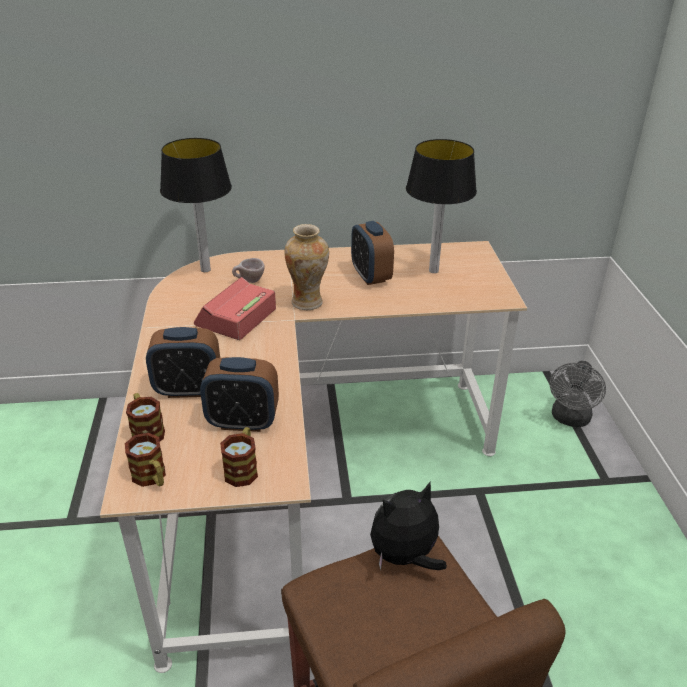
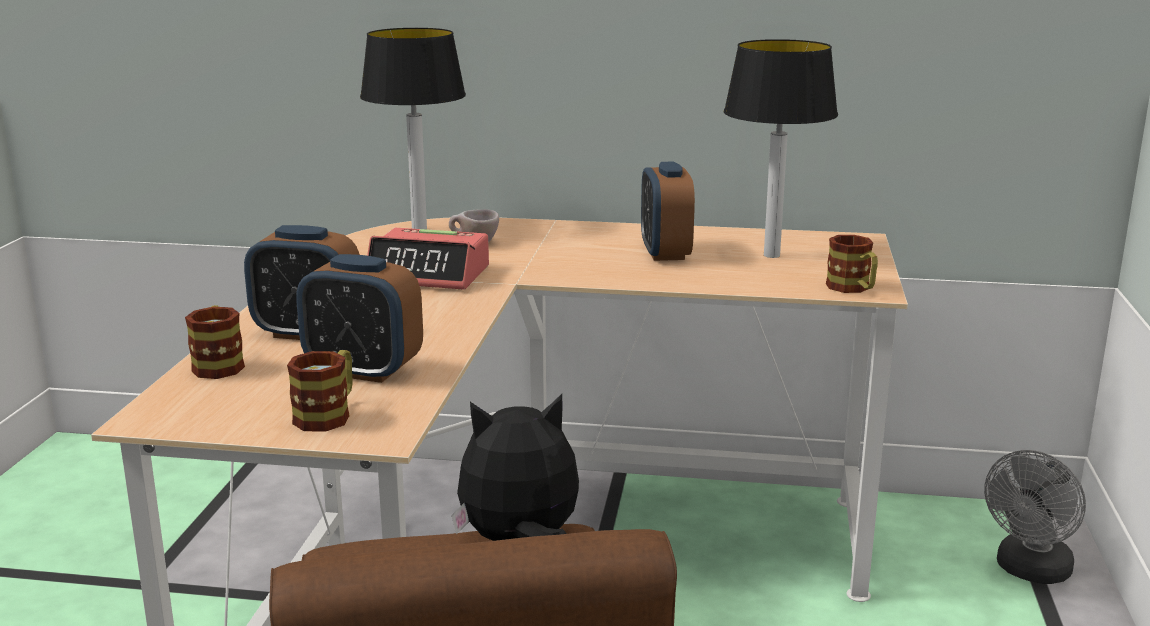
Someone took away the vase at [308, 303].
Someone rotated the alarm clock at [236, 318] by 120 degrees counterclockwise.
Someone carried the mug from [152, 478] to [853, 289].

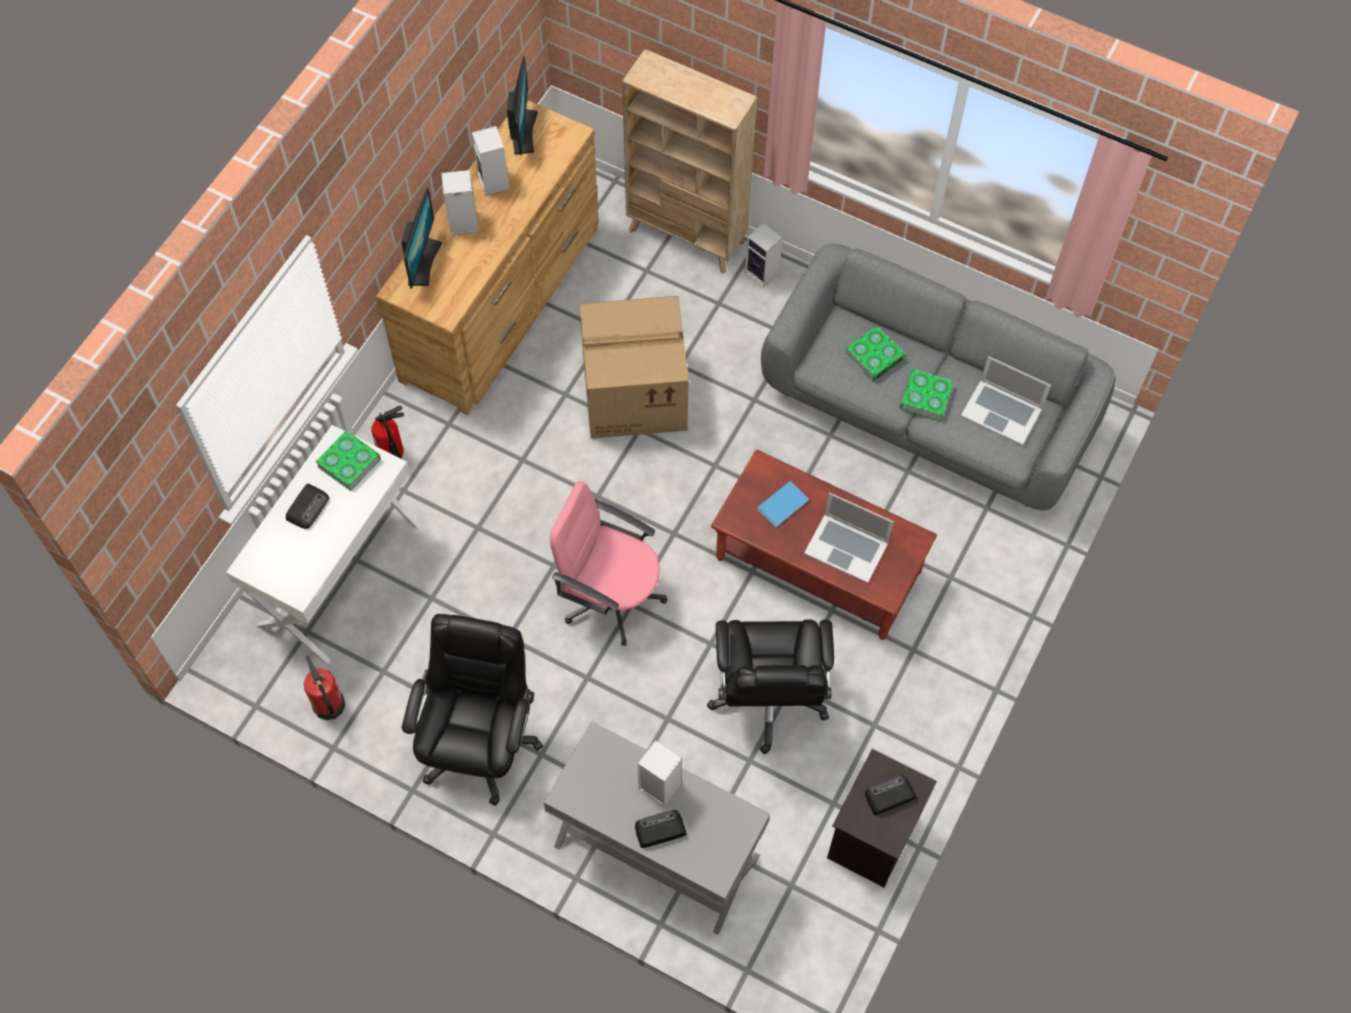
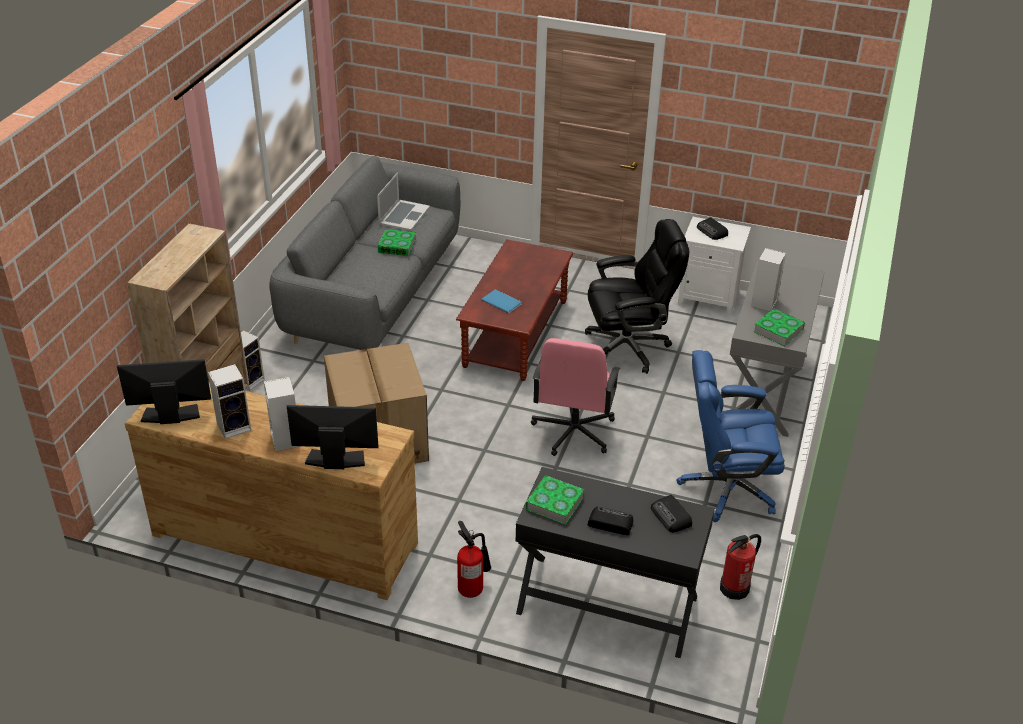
Someone carried the book from [874, 356] to [778, 330].
Someone repainted the white desk at [338, 574], which became the black desk at [606, 606].
Someone took away the laptop at [846, 547].
Someone repainted the black office chair at [479, 743], which became the blue office chair at [726, 488].
Someone repainted the black nightstand at [873, 840], which became the white nightstand at [709, 297].
Someone carried the radio from [659, 830] to [671, 517].

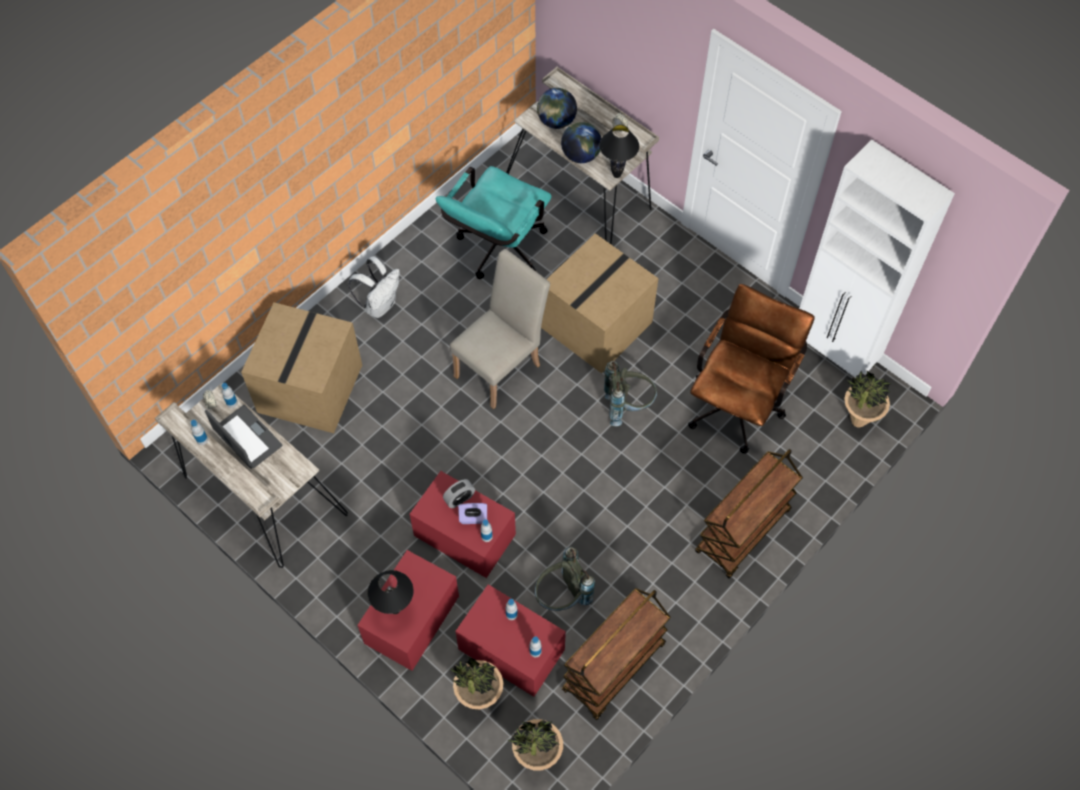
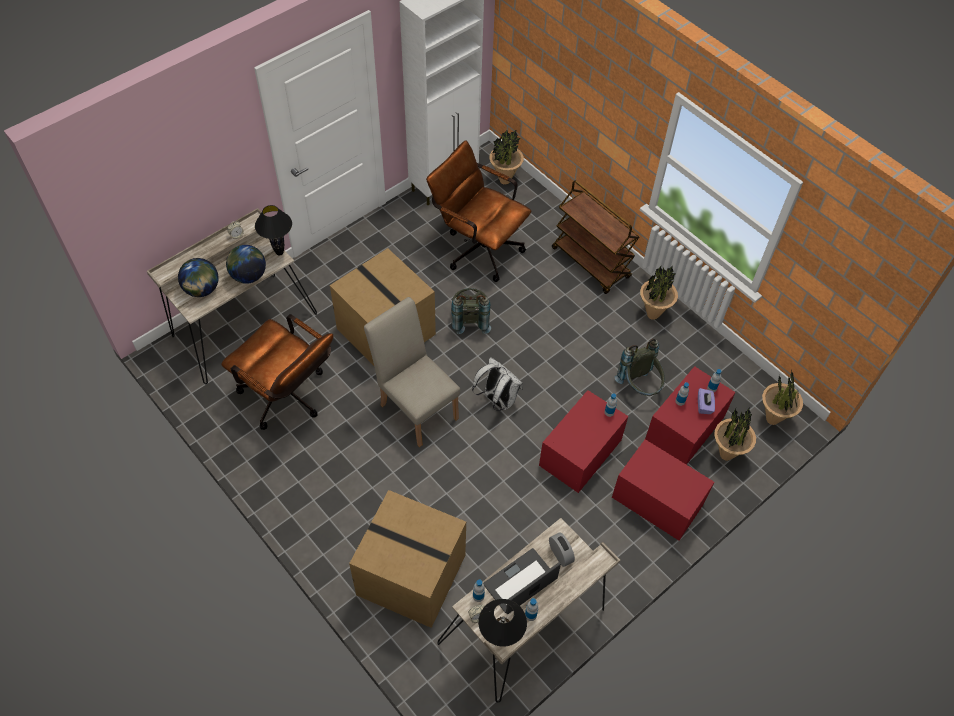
Someone repainted the turquoise office chair at [497, 252], which became the brown office chair at [288, 398].
Someone carried the white backpack from [380, 305] to [497, 399].
Someone carried the alarm clock from [459, 498] to [560, 554].
Someone carried the purple tissue box from [473, 518] to [704, 405].
Someone carried the black table lamp from [395, 609] to [499, 640].
Someone took away the brown cart at [614, 668].
Someone put down the potted plant at [652, 315].

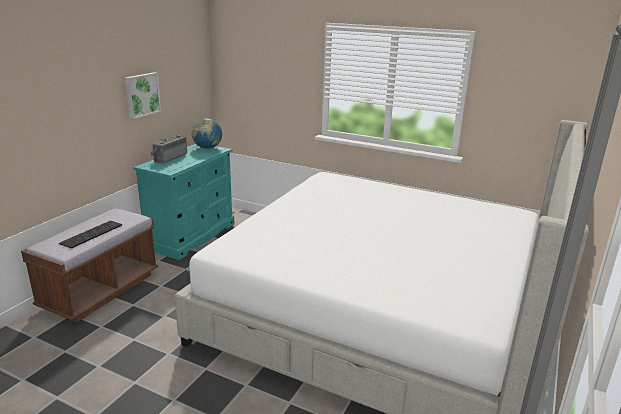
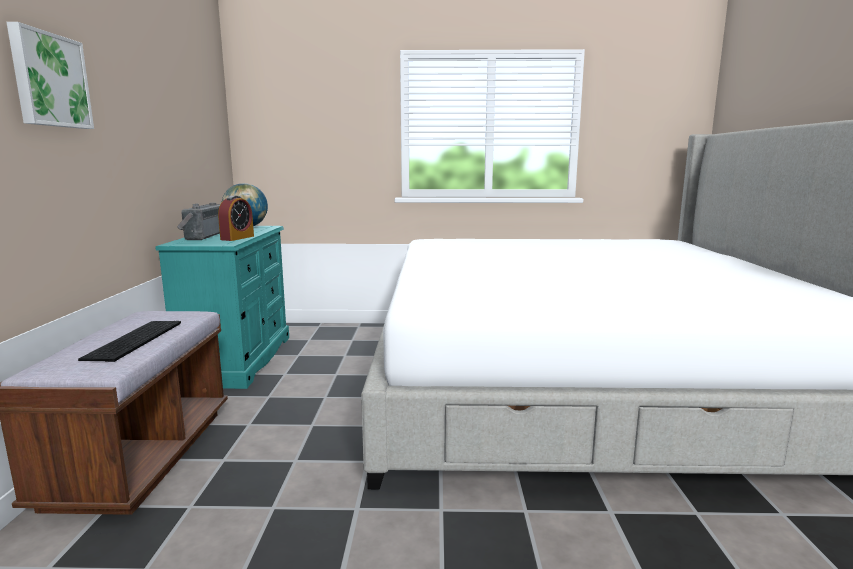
Someone carried the picture from [142, 94] to [49, 80].
Someone put down the alarm clock at [237, 238].

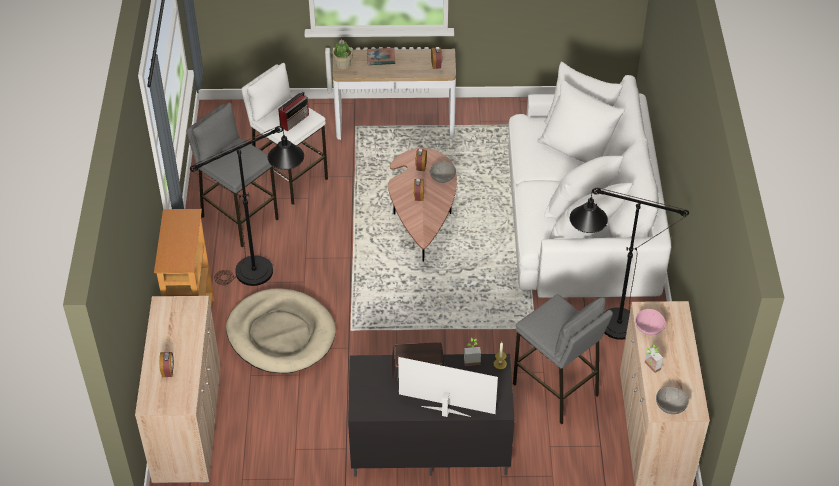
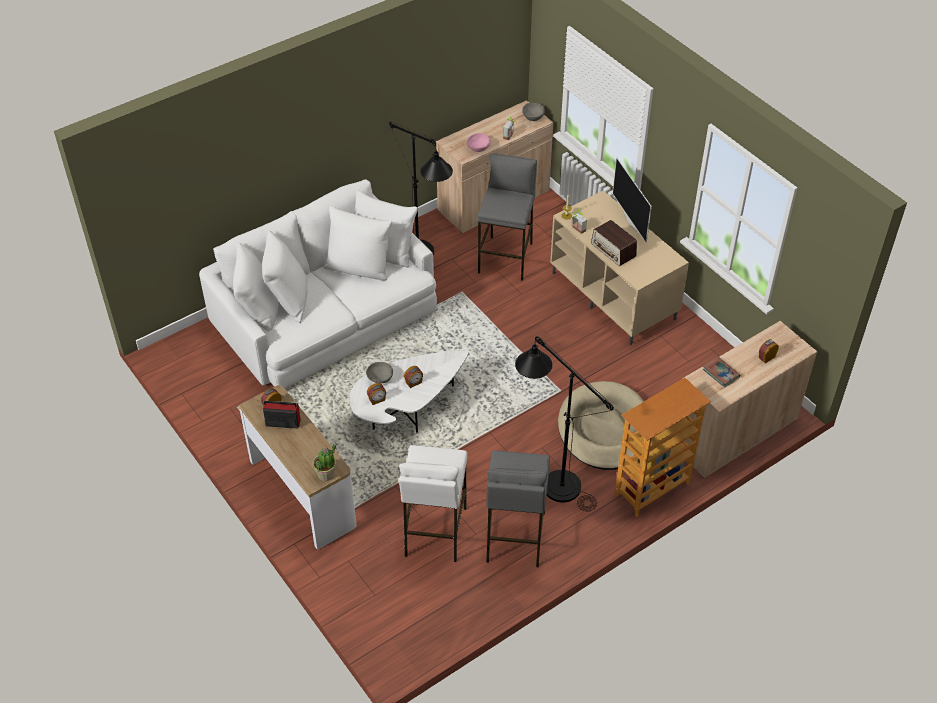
Someone carried the book from [381, 58] to [721, 373].
Someone carried the radio from [295, 120] to [282, 422].
Someone repainted the brown coffee table at [423, 219], which became the white coffee table at [406, 410].
Someone repainted the black tv stand at [428, 446], which became the beige tv stand at [614, 296].

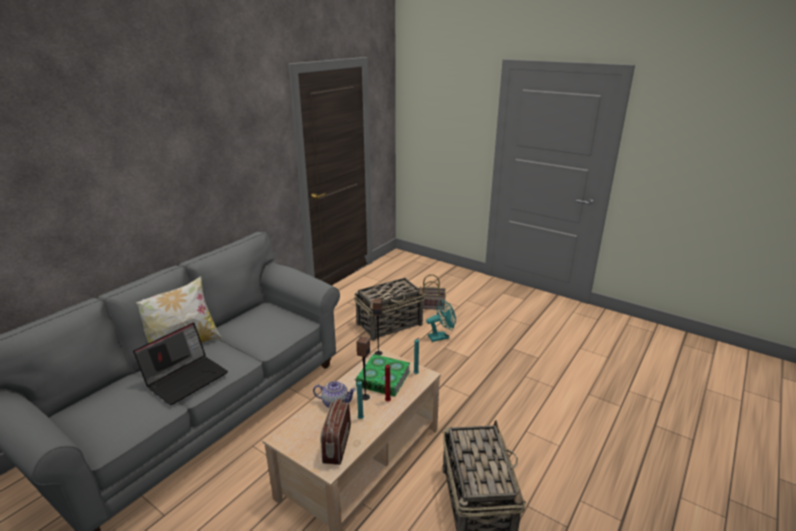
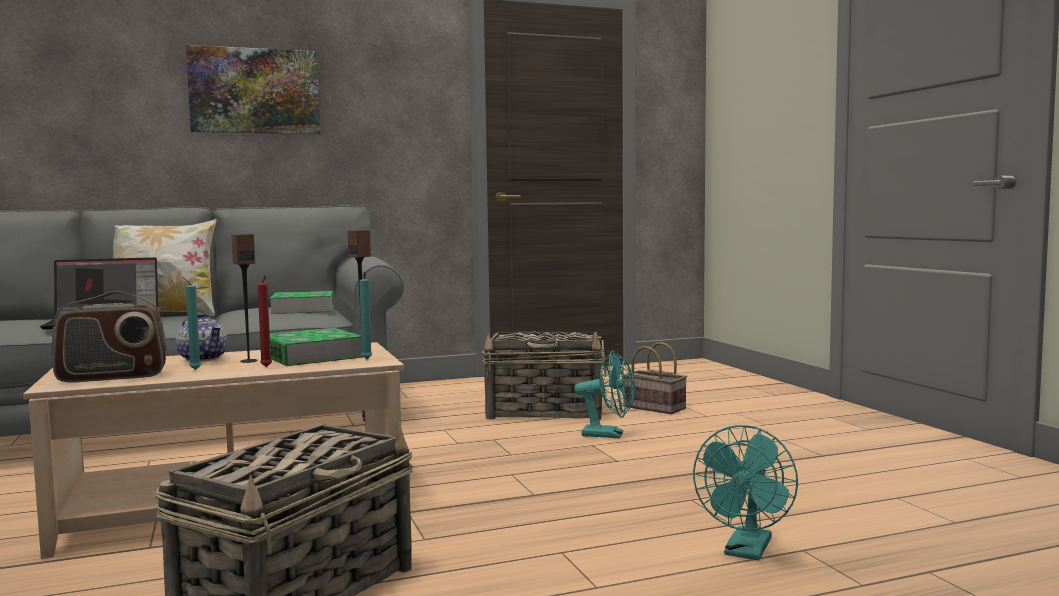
Someone rotated the radio at [336, 445] by 150 degrees counterclockwise.
Someone put up the picture at [254, 91].
Someone put down the book at [303, 309].
Someone put down the turquoise fan at [747, 552].

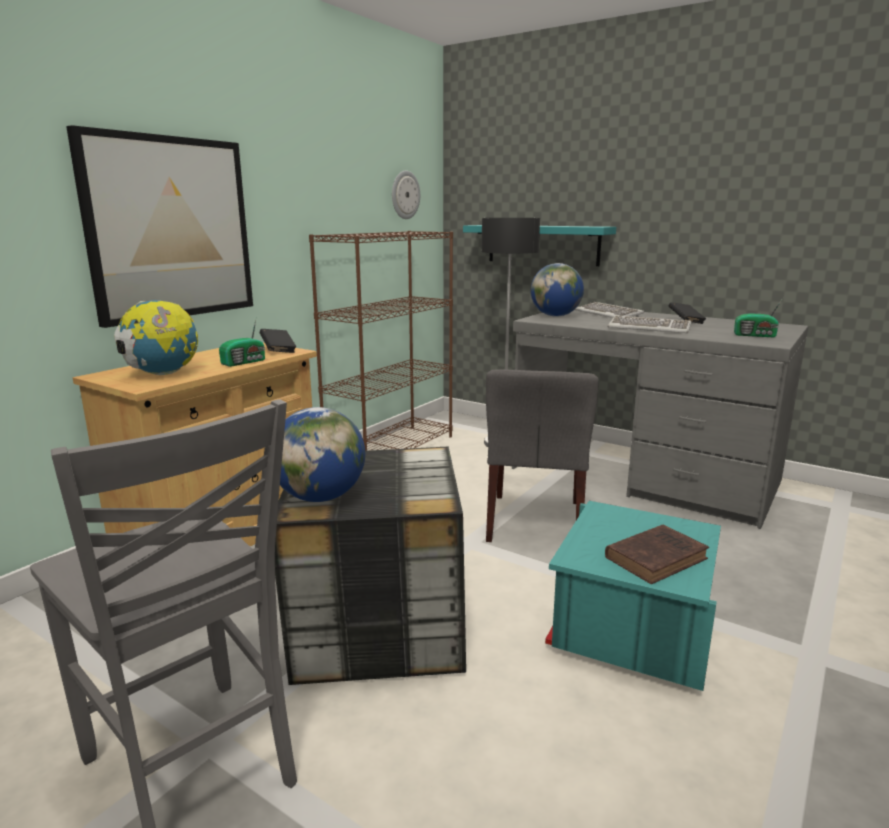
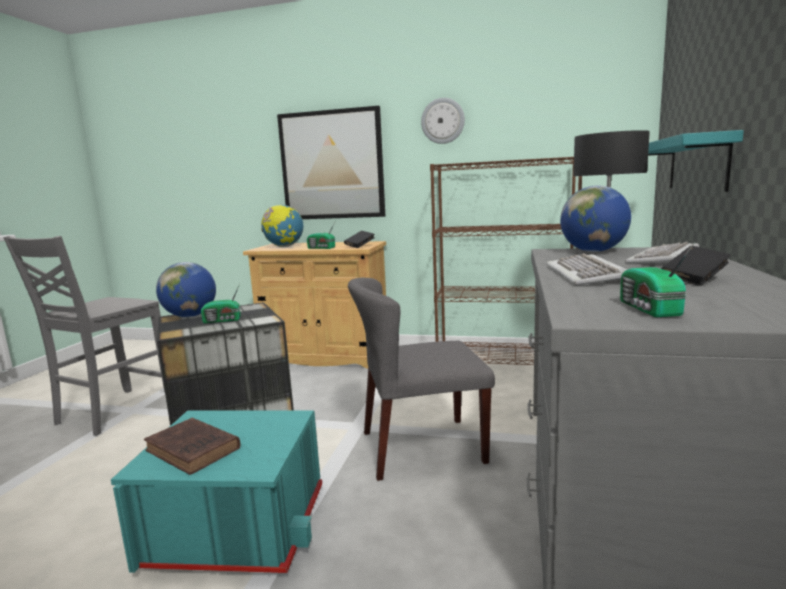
Someone carried the wall clock from [405, 195] to [443, 121].
Someone put down the radio at [223, 320].

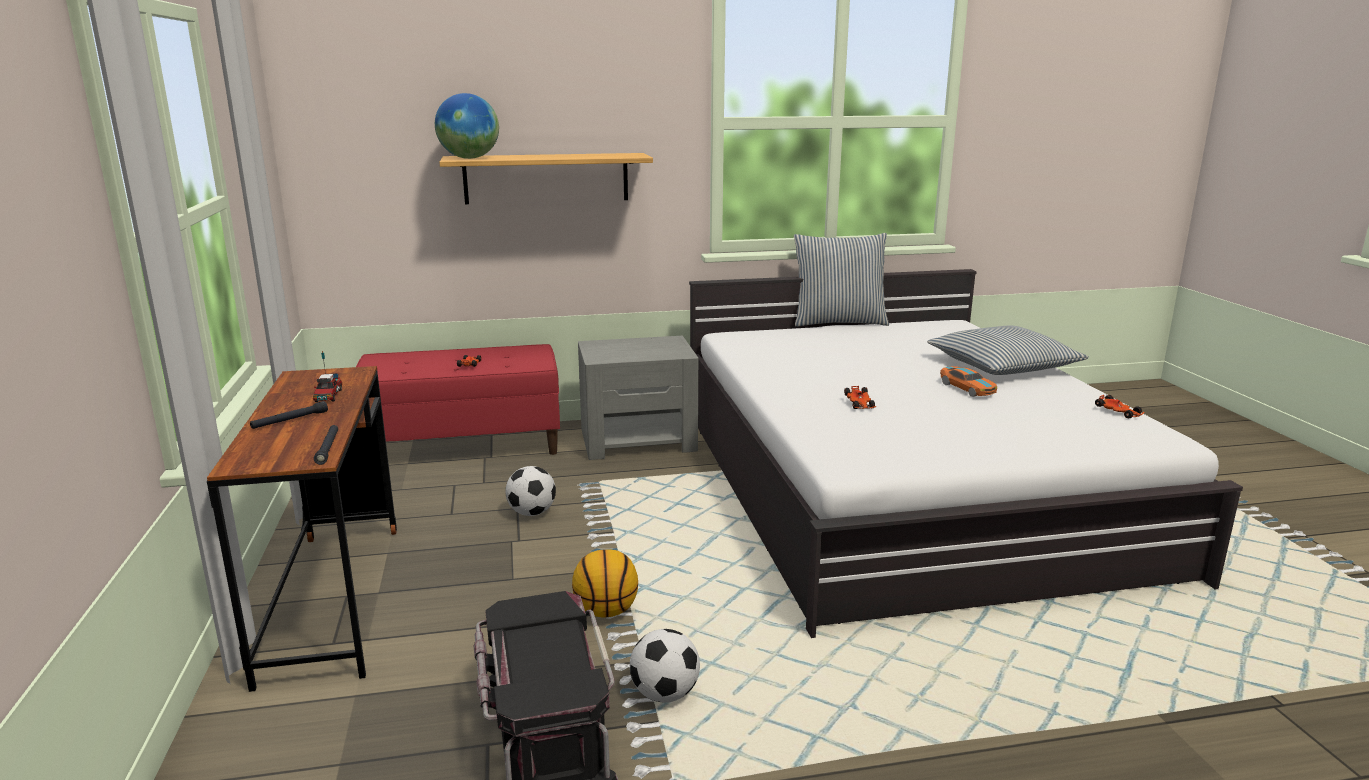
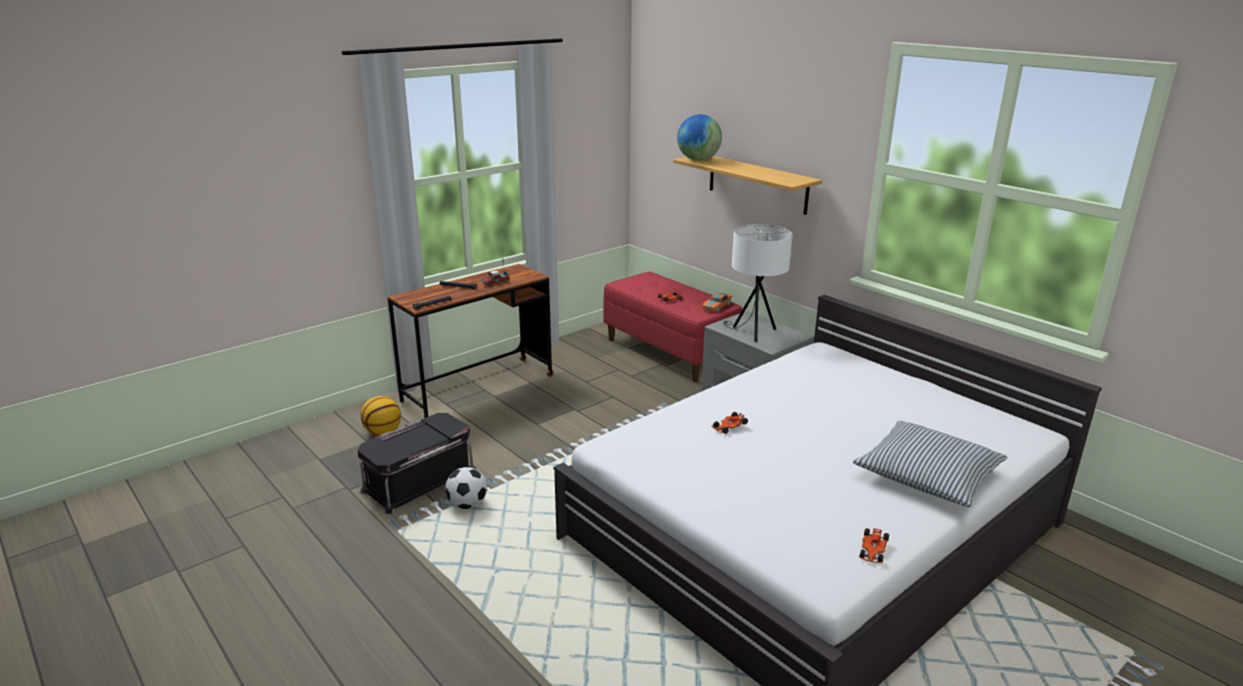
Someone took away the pillow at [838, 322].
Someone carried the toy car from [967, 388] to [716, 306].
Someone took away the football at [532, 513].
Someone carried the basketball from [606, 611] to [383, 432].
Someone put down the white table lamp at [752, 333].

